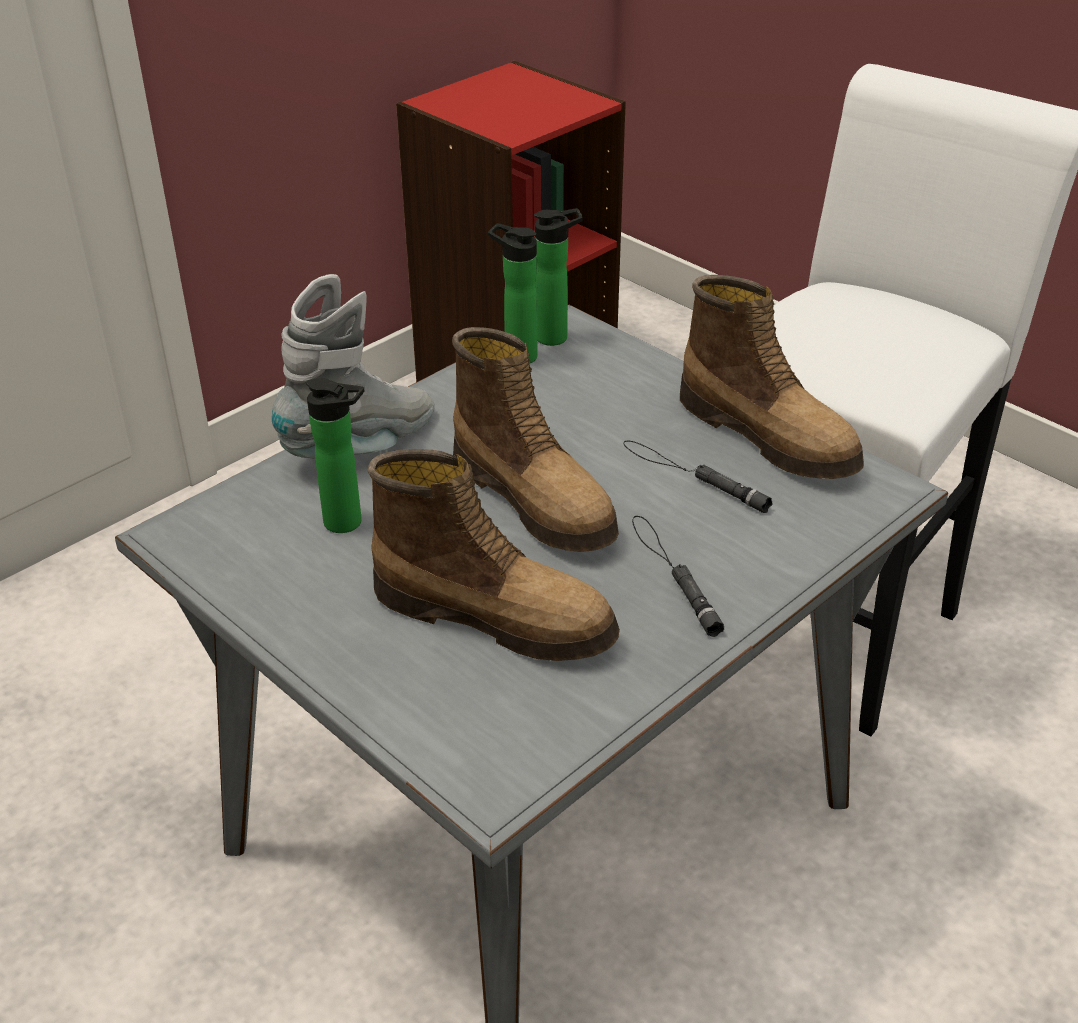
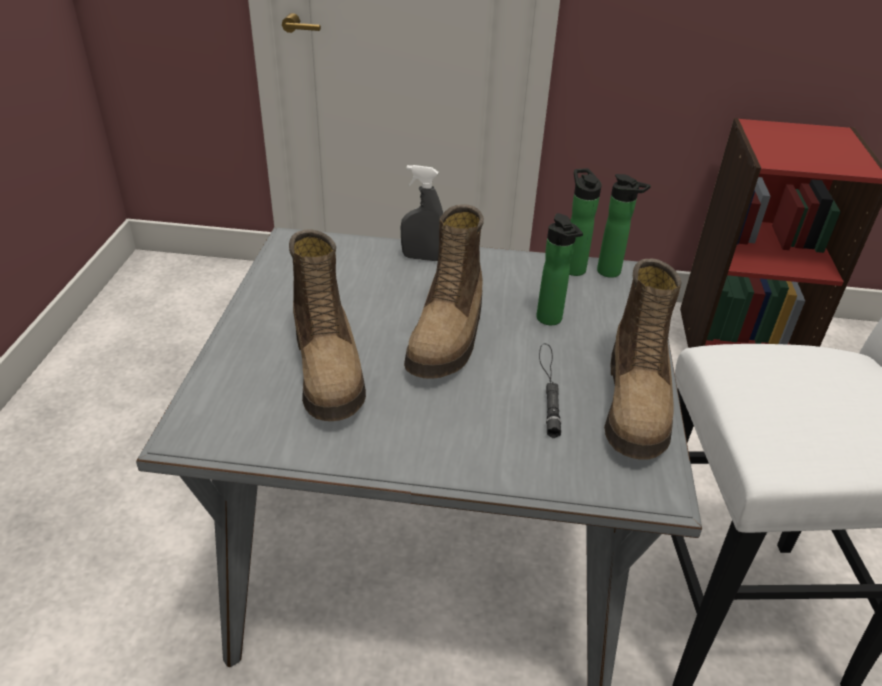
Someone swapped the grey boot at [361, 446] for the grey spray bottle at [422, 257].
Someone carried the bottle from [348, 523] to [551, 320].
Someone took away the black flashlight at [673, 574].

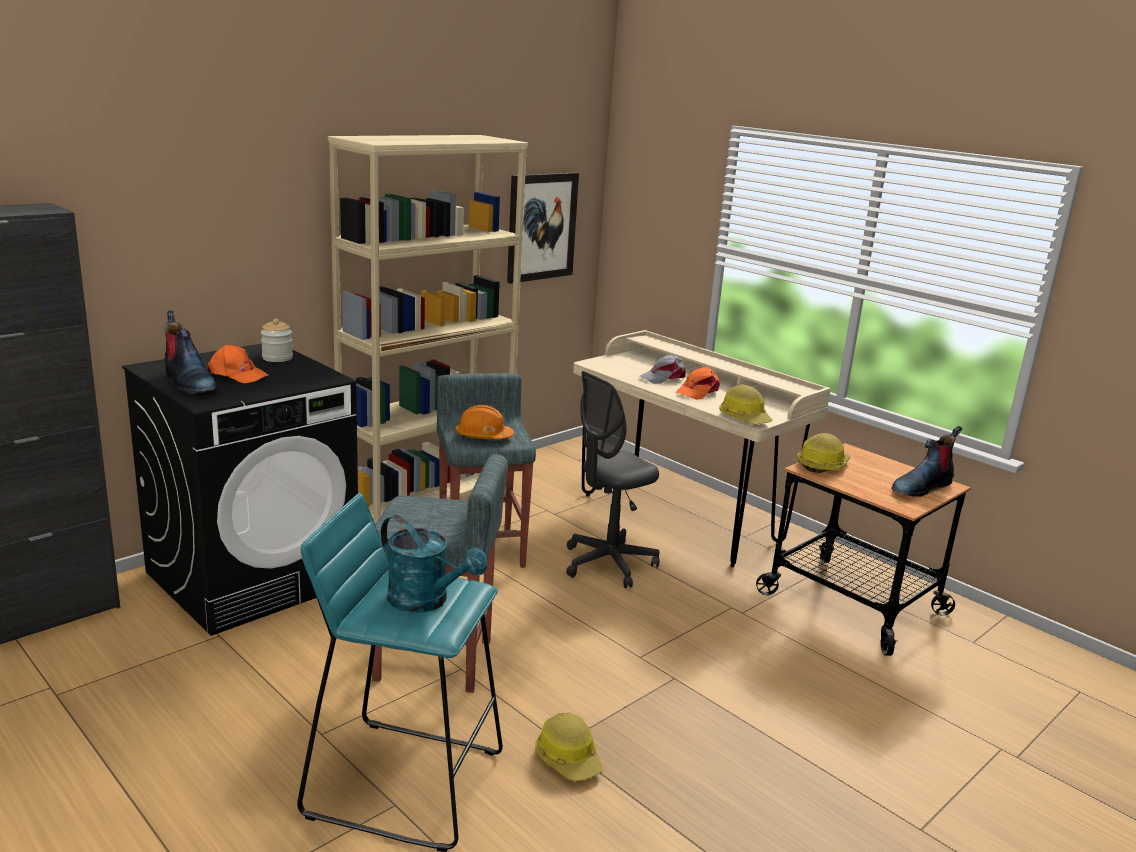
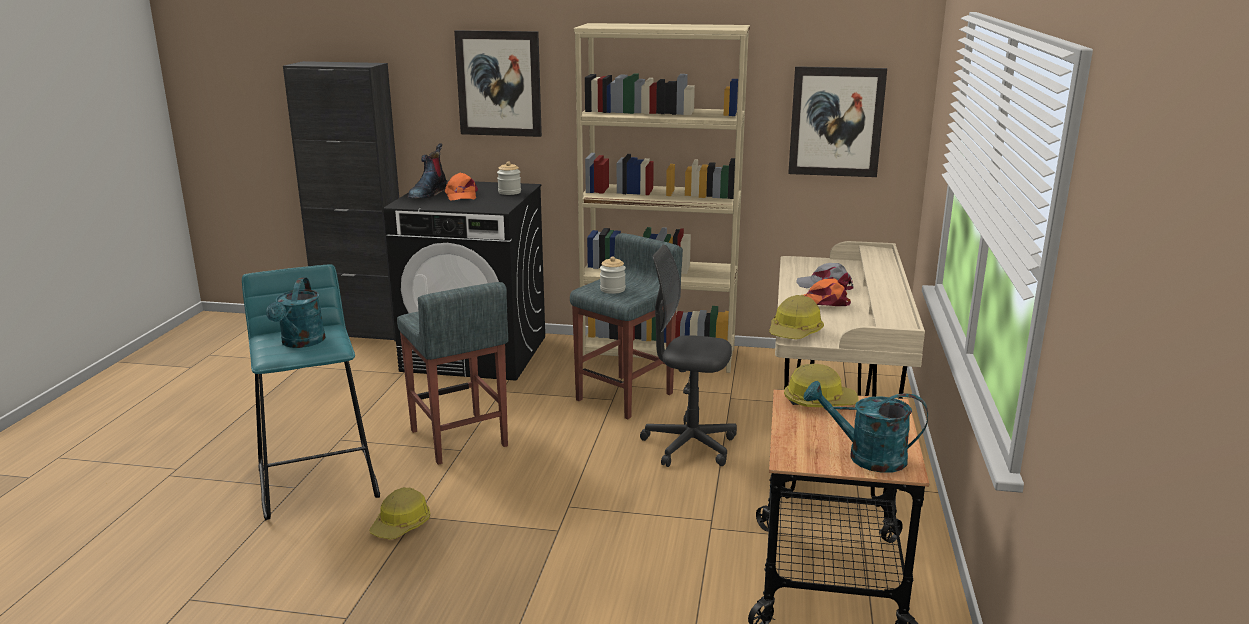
Someone swapped the orange hard hat at [483, 436] for the jar at [612, 289].
Someone swapped the boot at [921, 487] for the turquoise watering can at [866, 457].
Someone put up the picture at [499, 83].

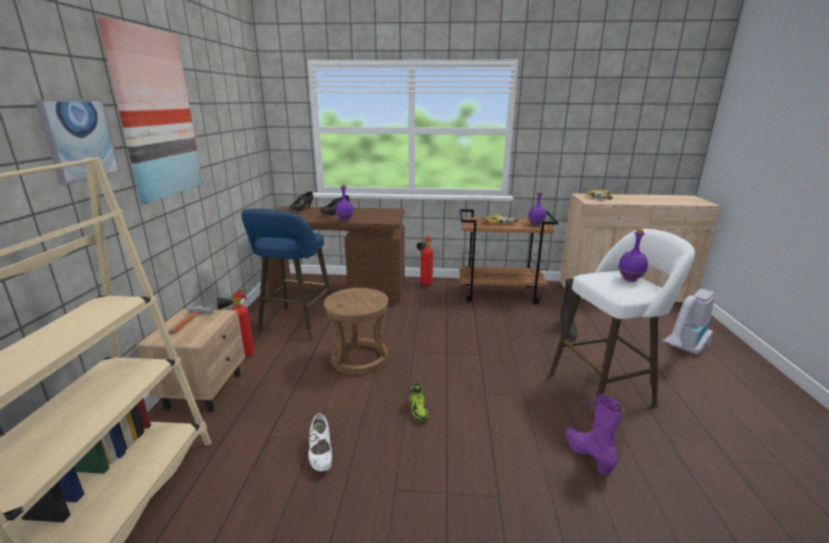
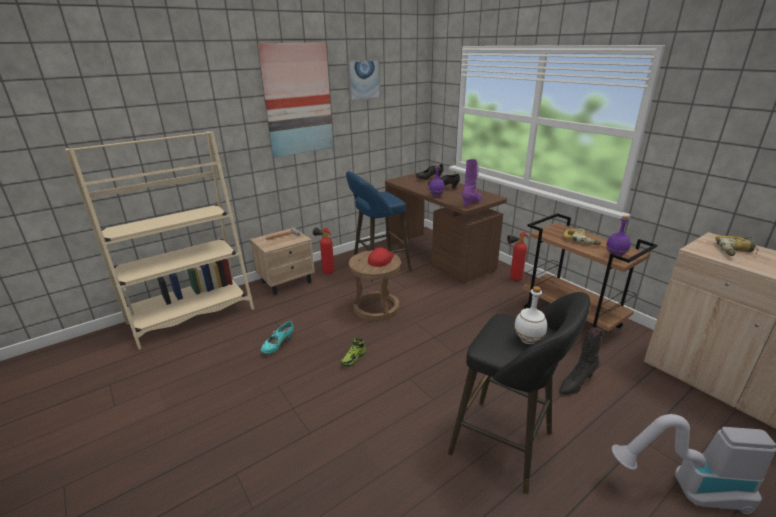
Someone carried the picture from [79, 139] to [363, 80].
Someone repainted the white stool at [605, 389], which became the black stool at [507, 445].
Someone repainted the purple bottle at [630, 279], which became the white bottle at [528, 340].
Someone carried the purple boot from [587, 455] to [472, 202].
Someone repainted the white shoe at [321, 454], which became the turquoise shoe at [278, 345].
Someone put down the red cap at [381, 259].

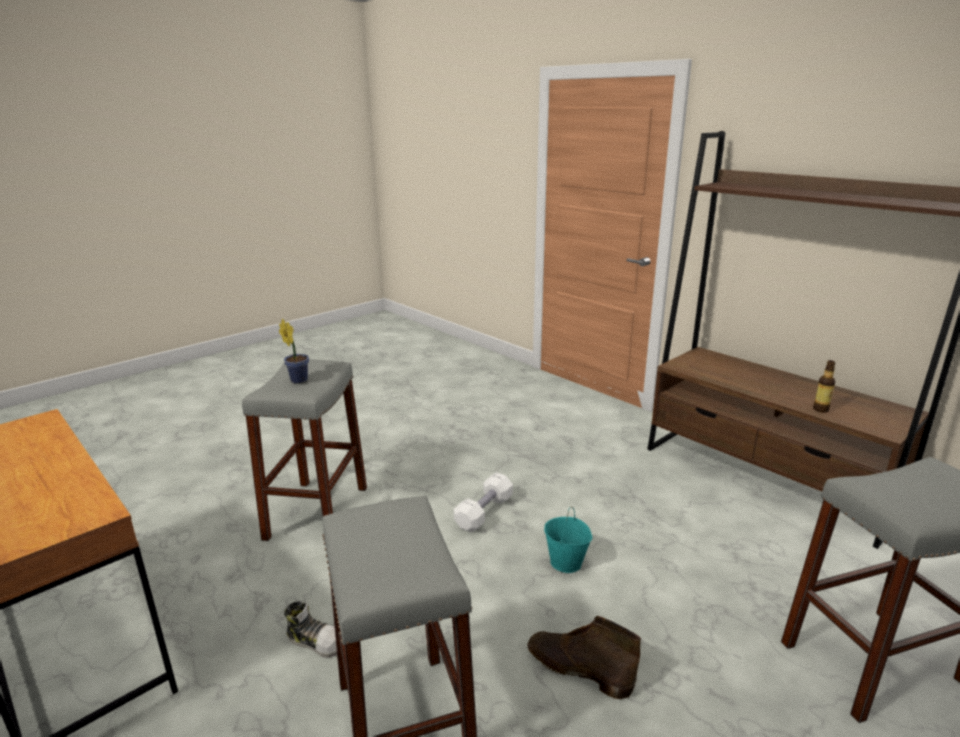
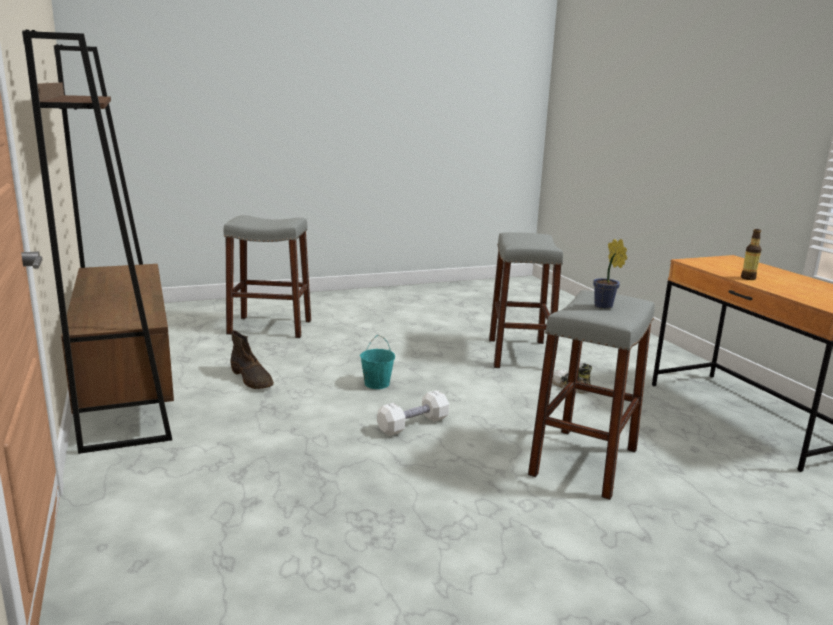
Someone carried the bottle from [820, 409] to [748, 278].
Someone carried the brown boot from [578, 668] to [252, 379].

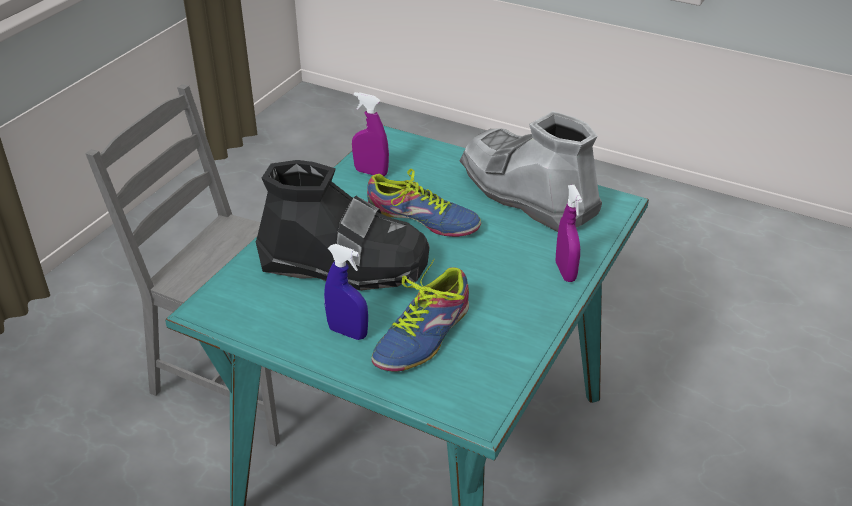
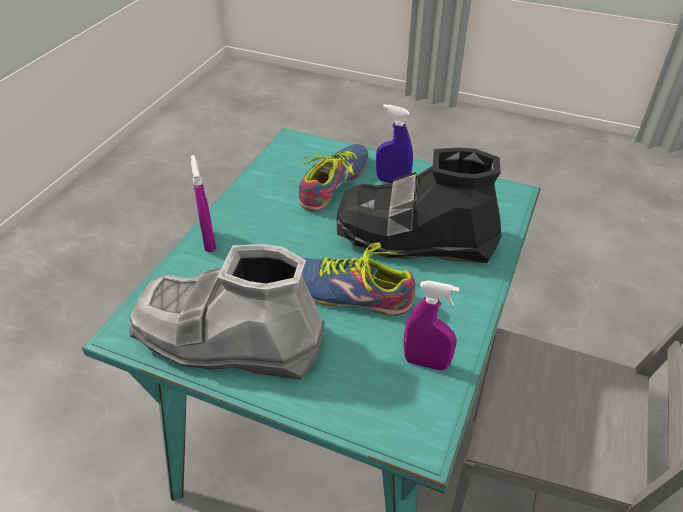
Someone rotated the grey boot at [527, 193] by 150 degrees clockwise.

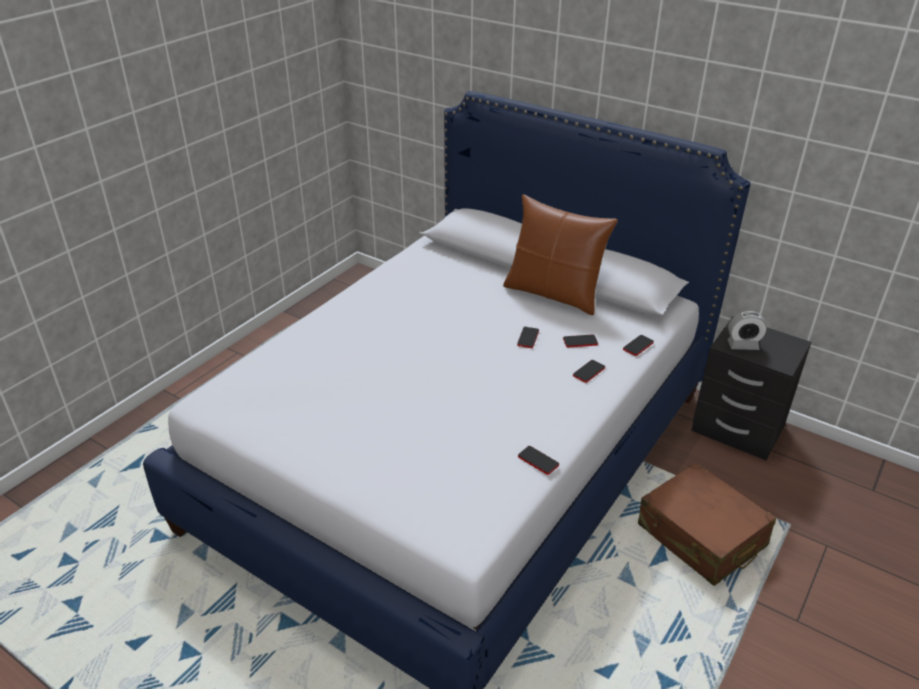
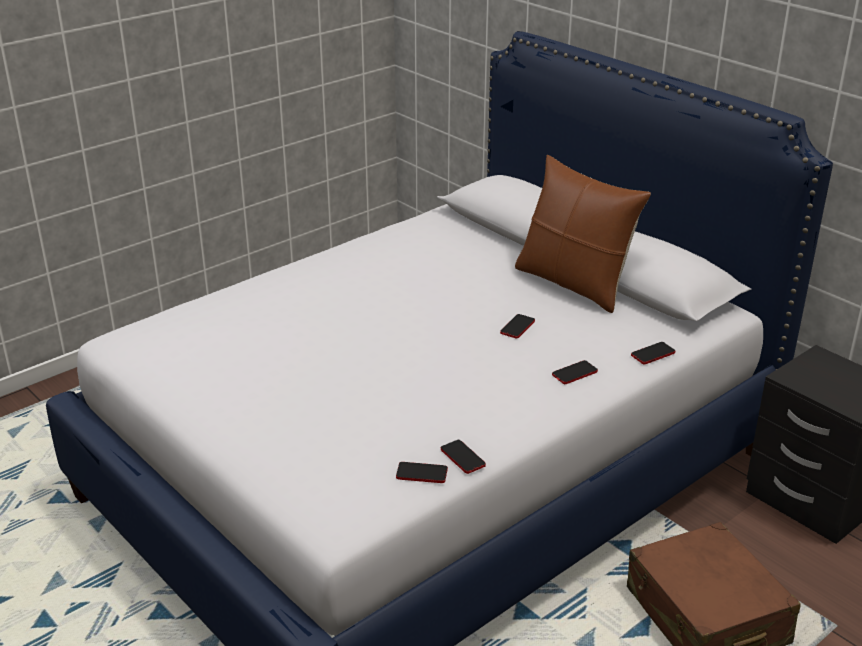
Someone took away the alarm clock at [743, 345].
Someone carried the phone from [580, 341] to [421, 473].

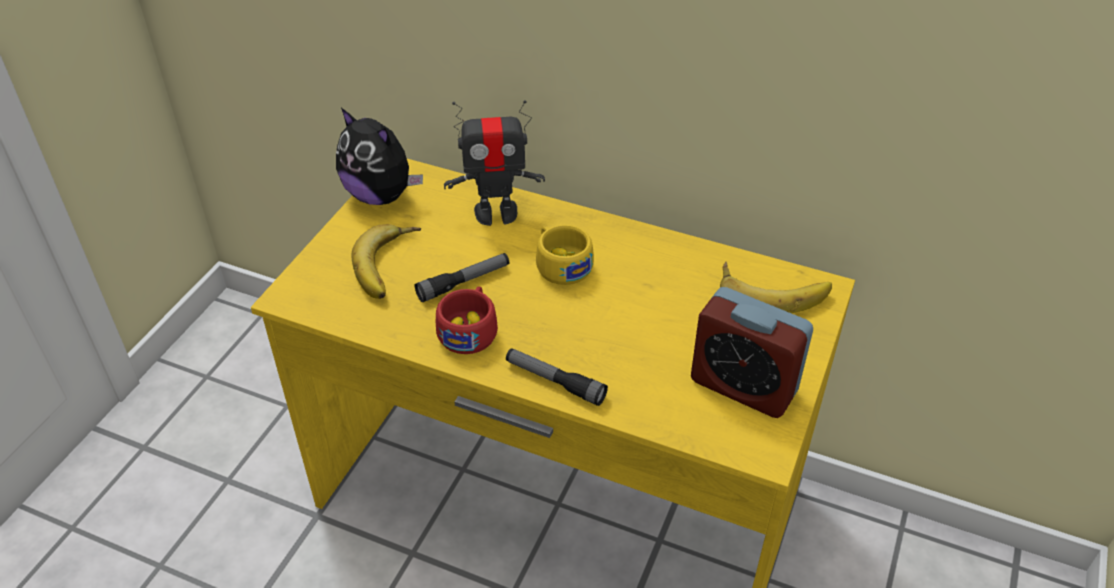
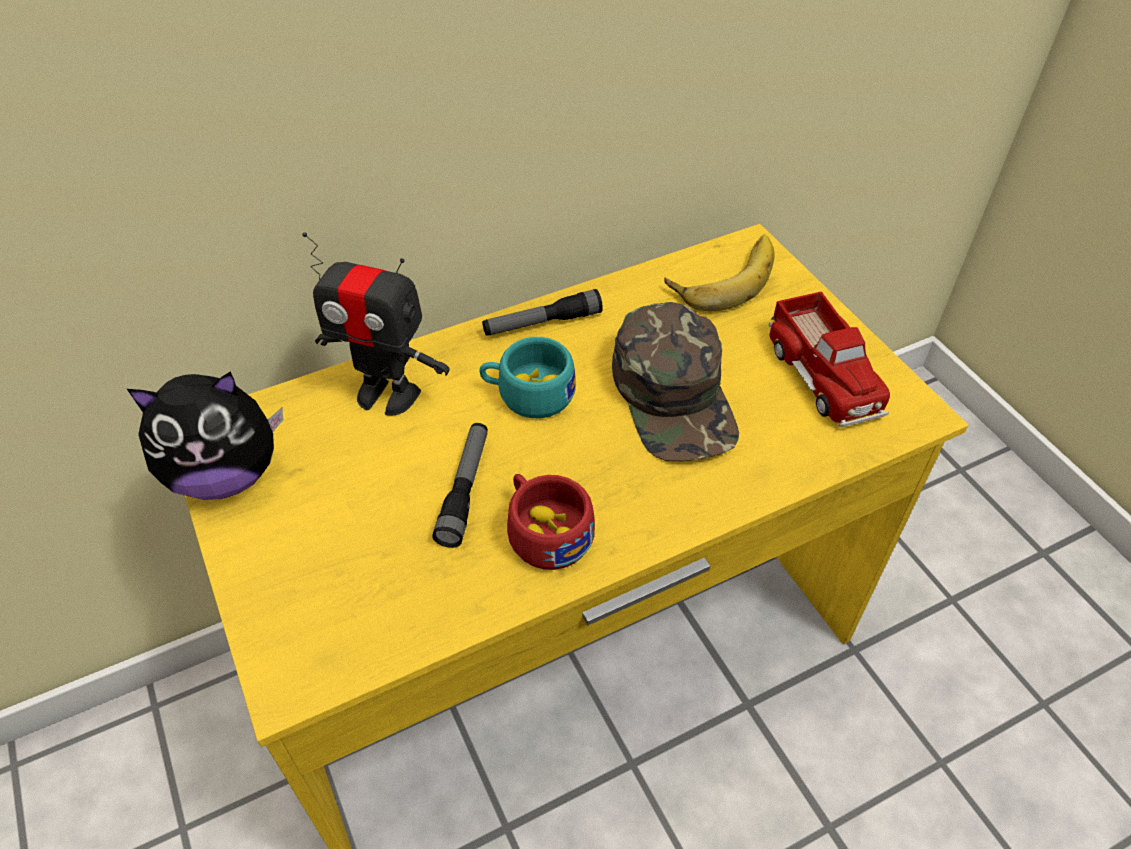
Someone rotated the toy robot at [496, 213] by 75 degrees clockwise.
Someone took away the banana at [390, 266].
Someone repainted the yellow cup at [560, 264], which became the turquoise cup at [528, 393].
Someone swapped the alarm clock at [743, 386] for the toy truck at [824, 373].
Someone carried the flashlight from [554, 381] to [542, 323].
Someone put down the green cap at [675, 396].

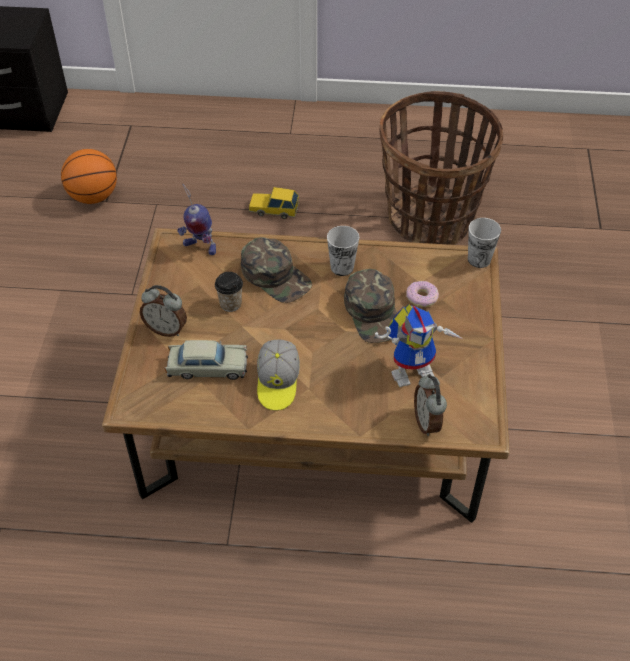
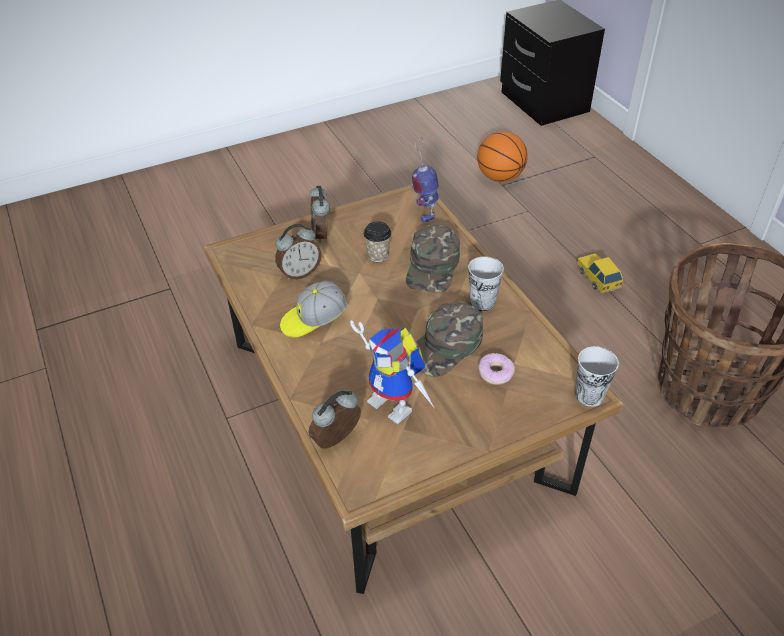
Someone swapped the beige toy car at [207, 367] for the alarm clock at [299, 273].

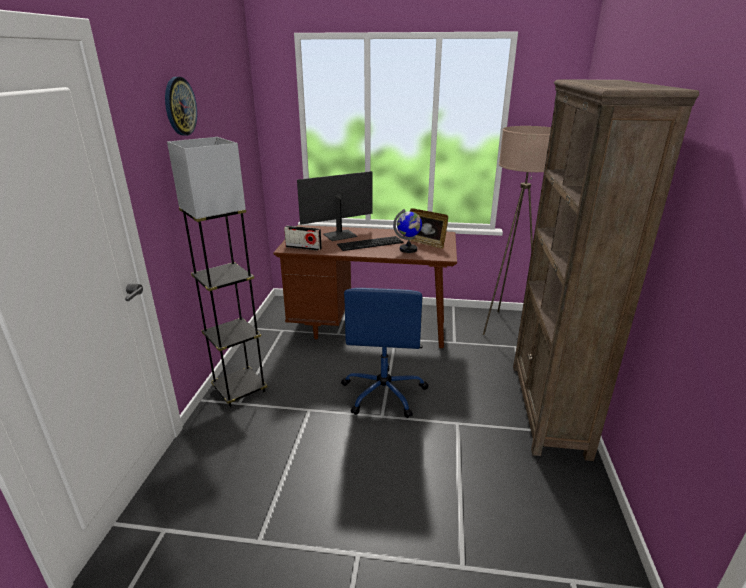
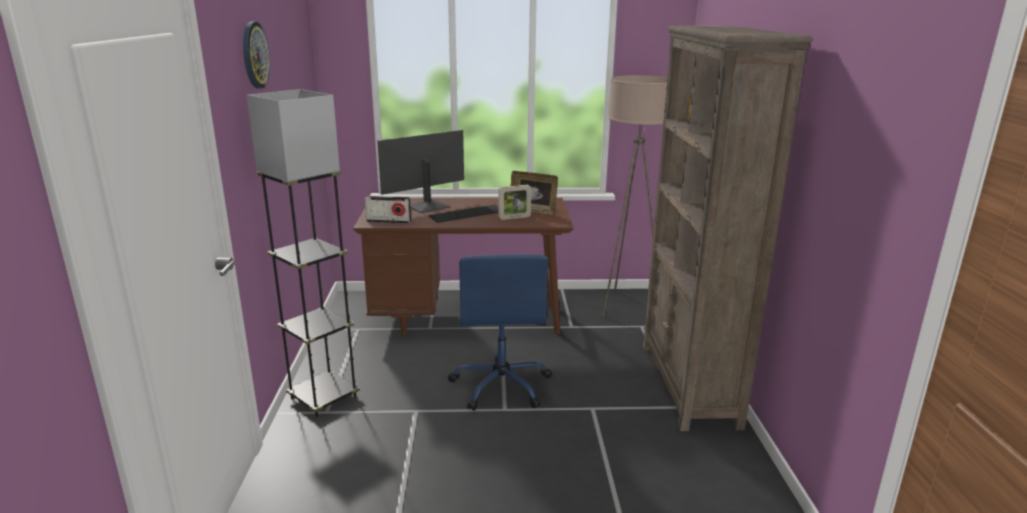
Someone swapped the globe at [408, 249] for the picture frame at [514, 218].

